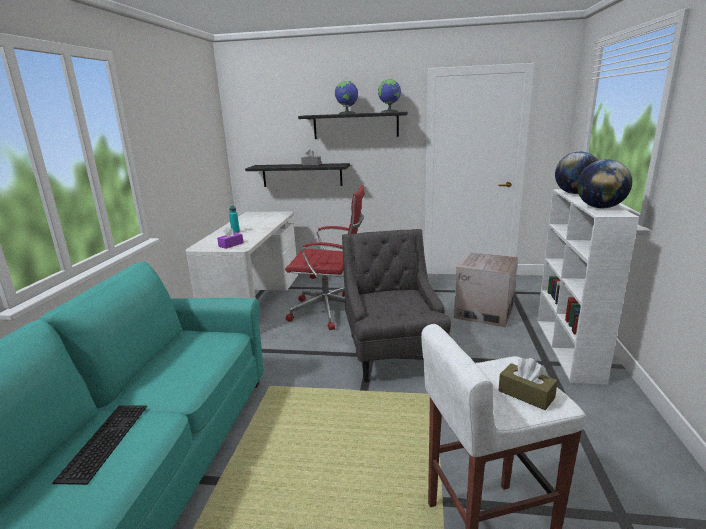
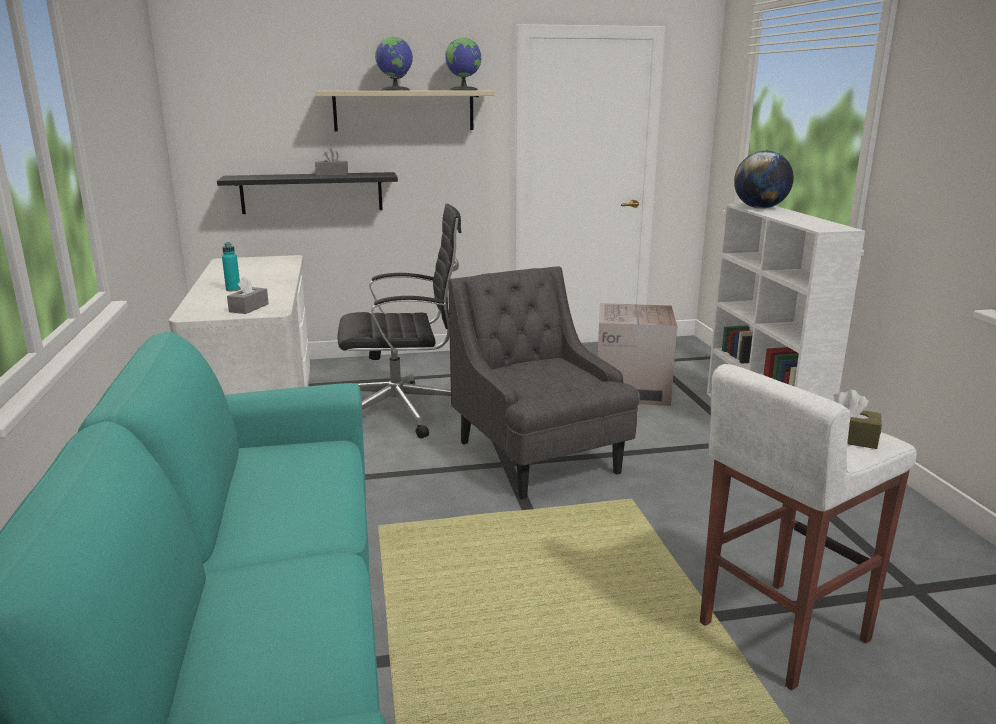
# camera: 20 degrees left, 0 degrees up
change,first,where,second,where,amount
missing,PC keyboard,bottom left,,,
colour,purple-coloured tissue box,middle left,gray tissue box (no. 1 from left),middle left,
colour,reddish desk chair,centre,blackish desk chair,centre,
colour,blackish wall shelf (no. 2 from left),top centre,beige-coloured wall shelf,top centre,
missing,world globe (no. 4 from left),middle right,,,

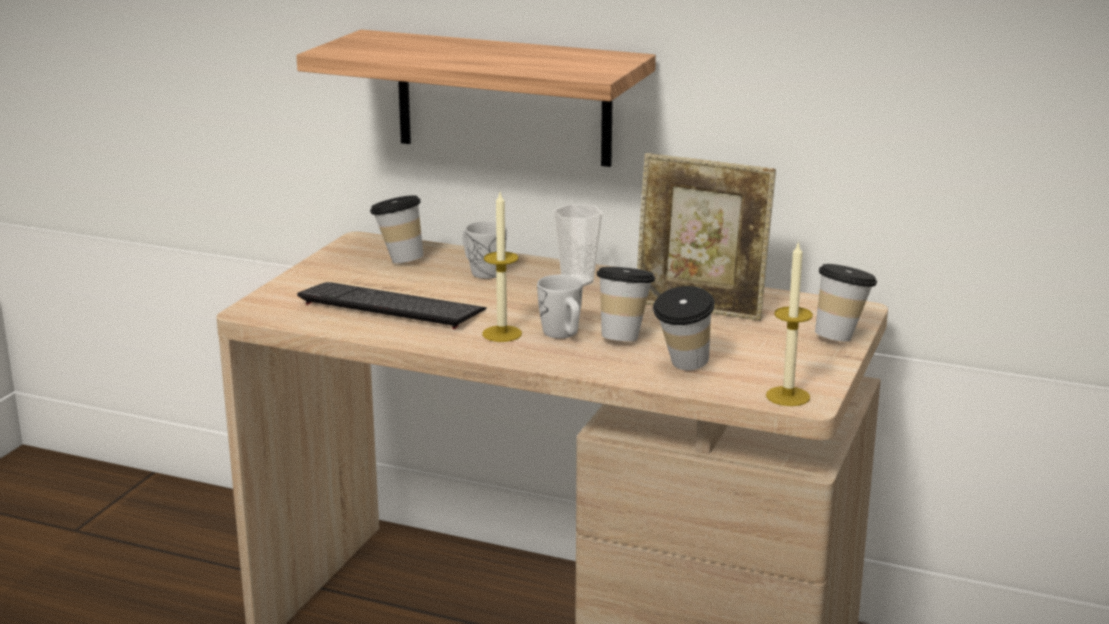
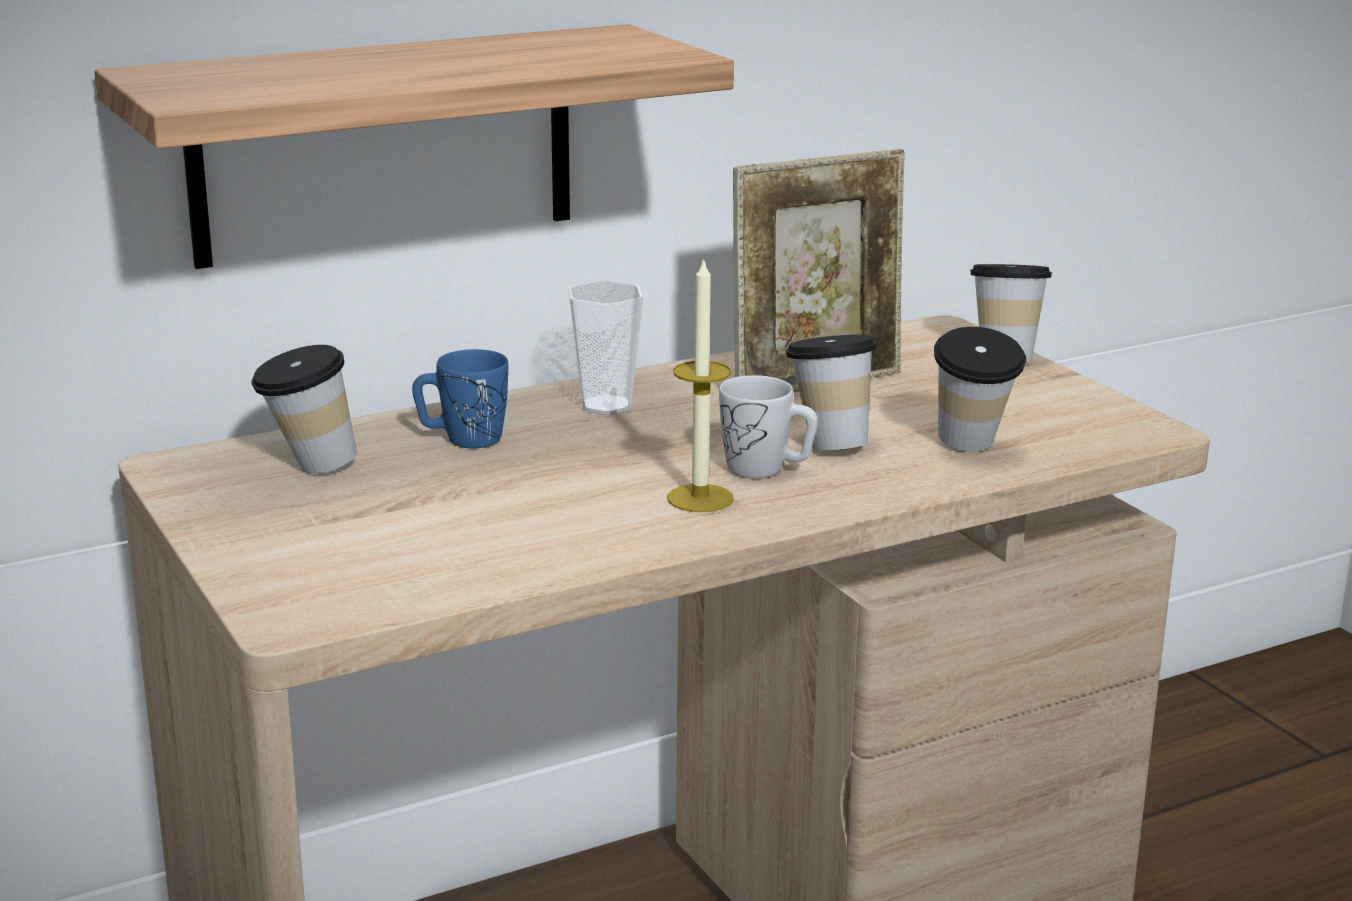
# camera: 50 degrees left, 0 degrees up
change,first,where,second,where,amount
missing,PC keyboard,centre,,,
colour,whitish mug (no. 1 from left),centre,blue-coloured mug,centre,
missing,wax light (no. 2 from left),middle right,,,

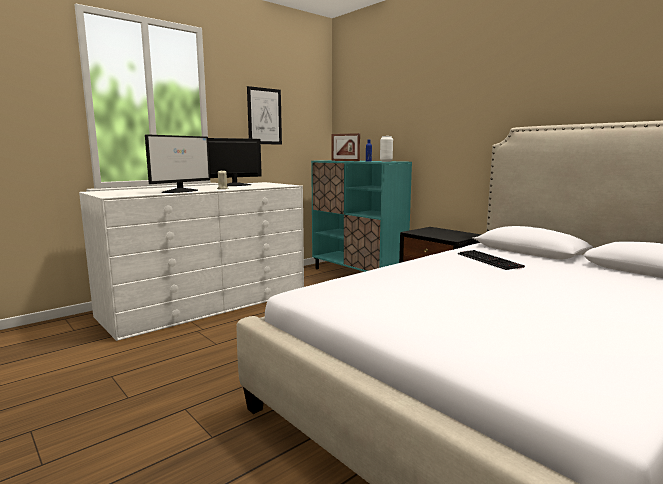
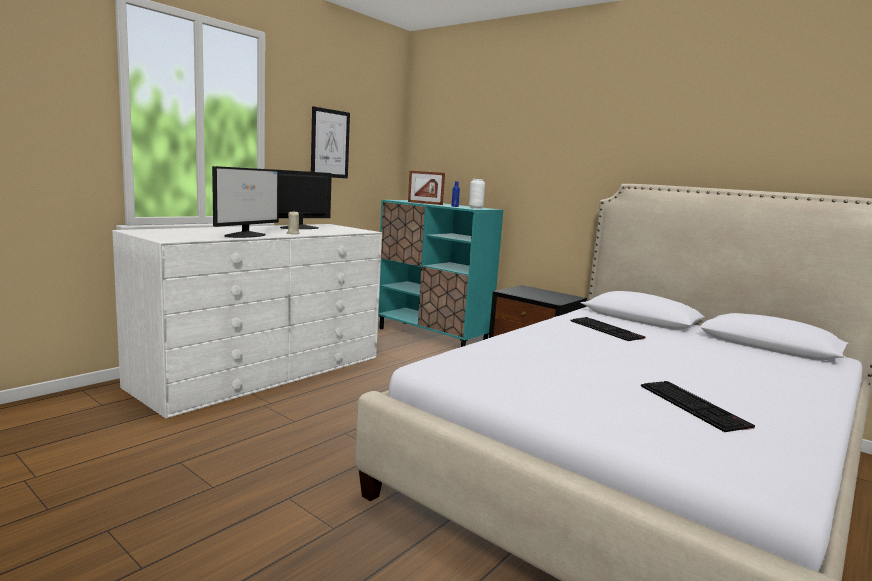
# camera: 10 degrees left, 0 degrees up
change,first,where,second,where,amount
appeared,,,PC keyboard (no. 2 from left),bottom right,

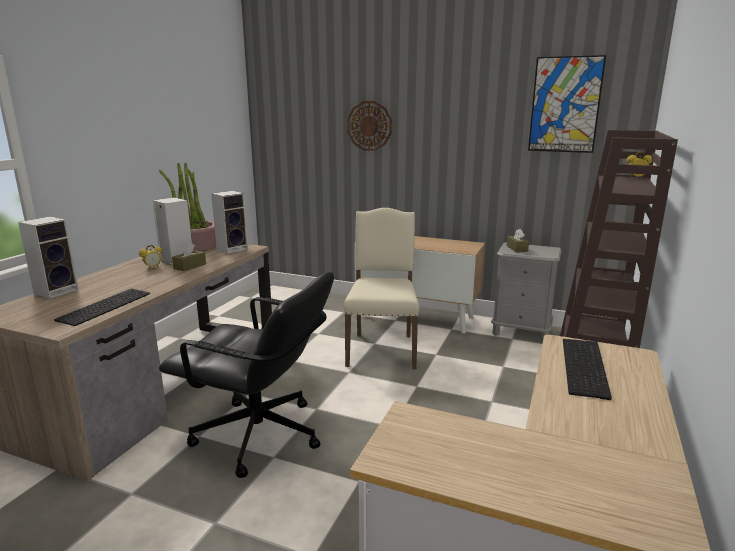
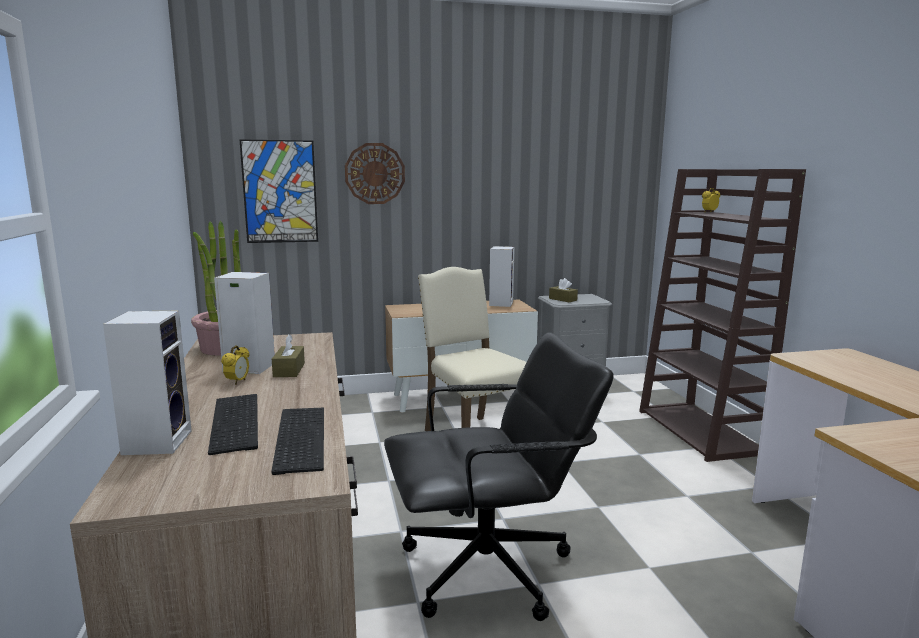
# camera: 35 degrees left, 5 degrees down
change,first,where,second,where,amount
relocated,audio speaker (no. 3 from left),middle left,,centre,
relocated,picture,top right,,top left,
relocated,PC keyboard (no. 2 from left in the first image),bottom right,PC keyboard (no. 1 from left),middle left,

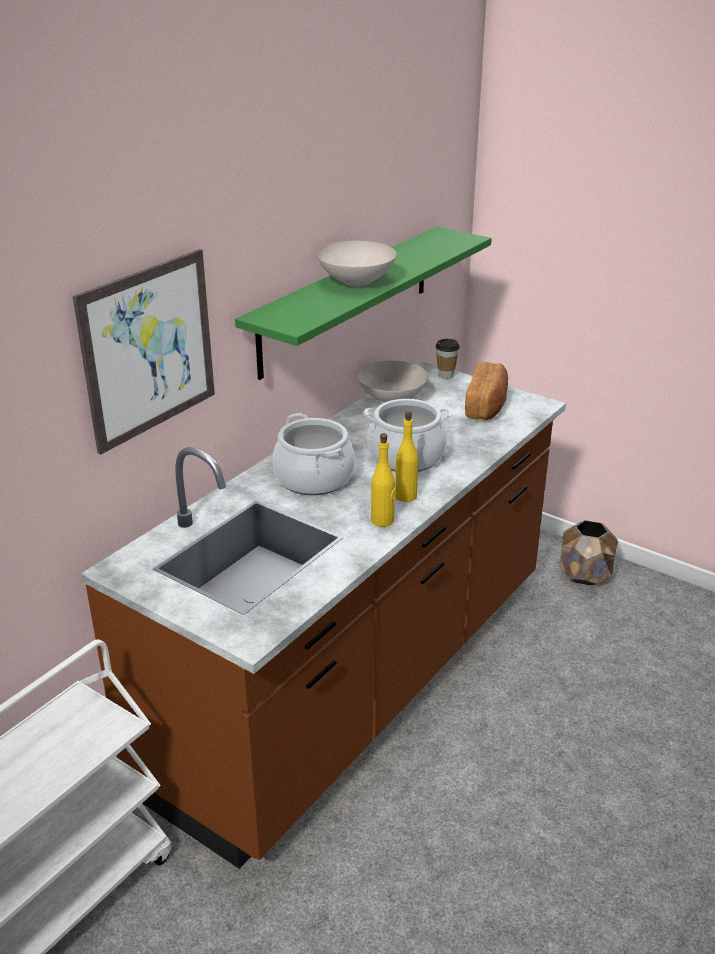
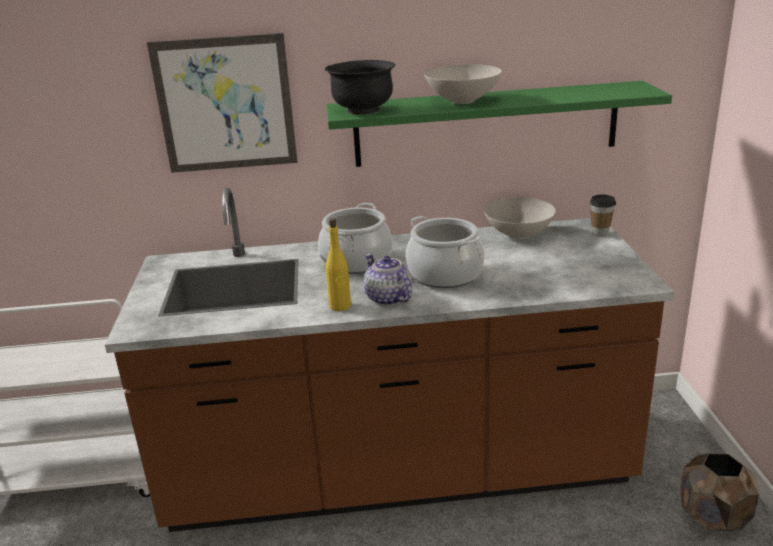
# camera: 50 degrees right, 5 degrees down
change,first,where,second,where,amount
exchanged,yellow beverage bottle (no. 2 from left),centre,pot for tea,centre,
missing,baked bread,middle right,,,
appeared,,,blackish deep dish,top centre,

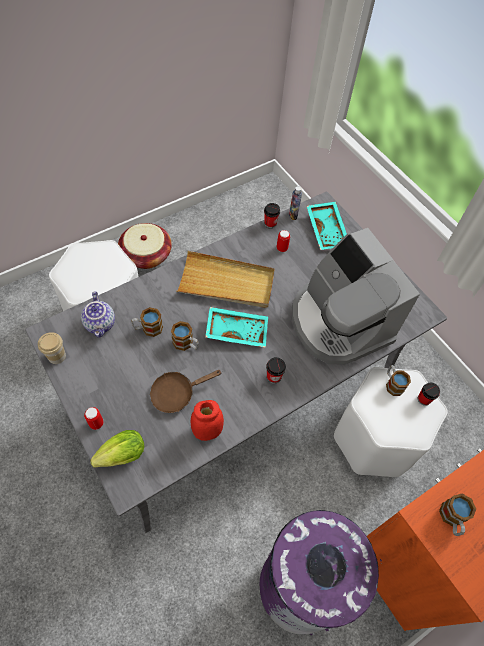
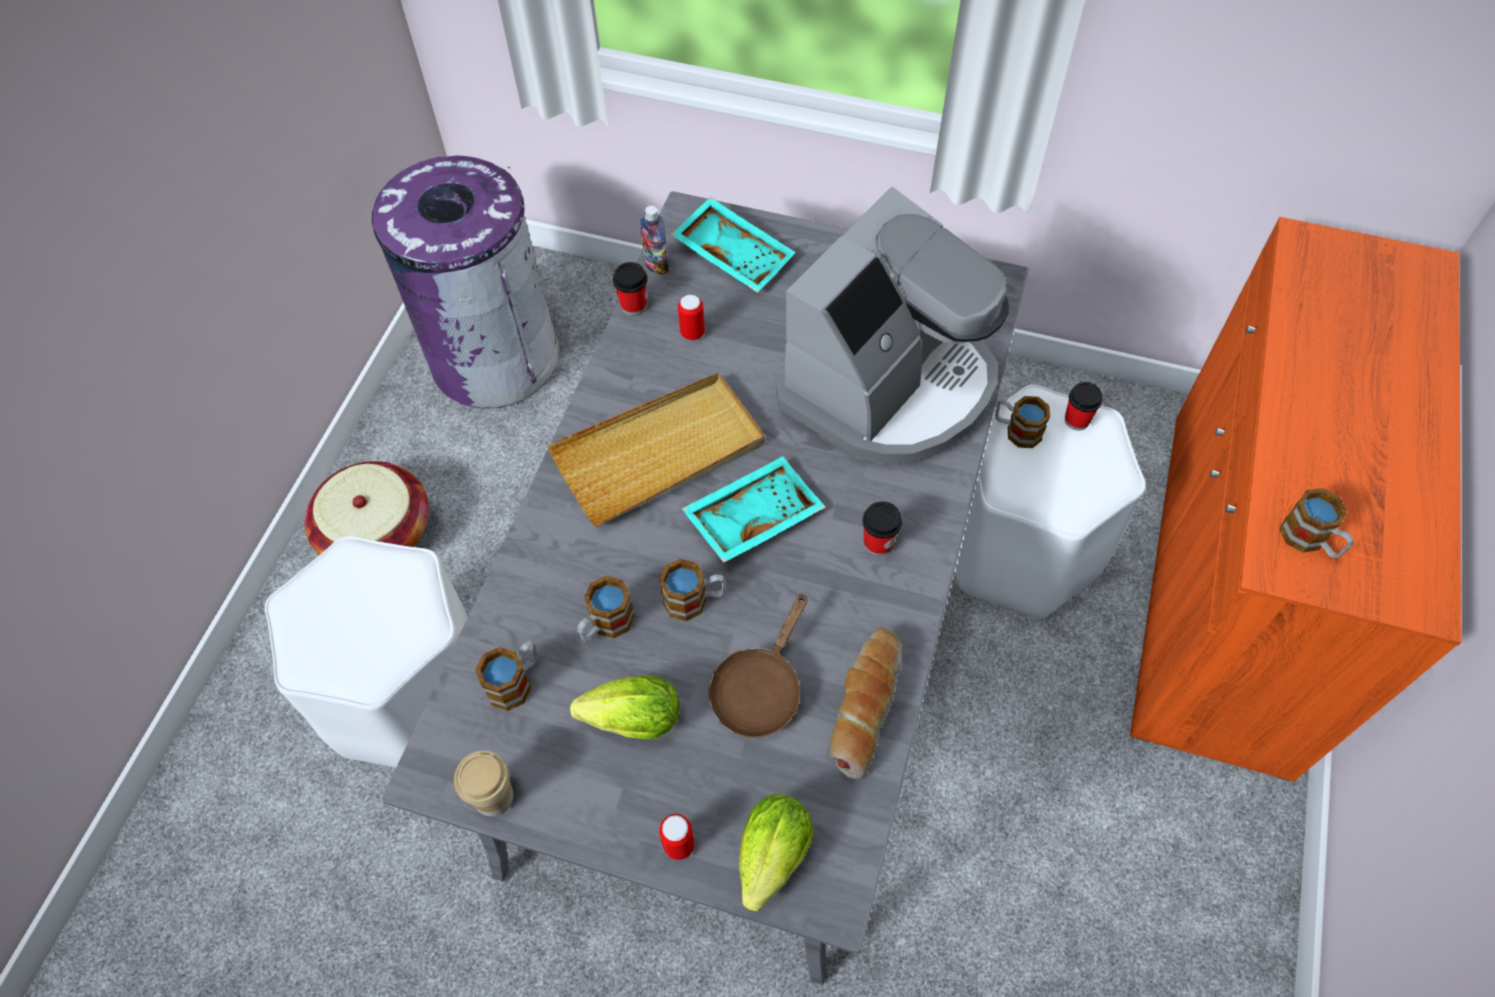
# camera: 35 degrees left, 0 degrees up
change,first,where,second,where,amount
exchanged,pot for tea,middle left,mug (no. 1 from left),bottom centre,
exchanged,reddish jar,centre,baked bread,bottom centre,
relocated,purple-coloured trash can,bottom centre,,top left,
spun,coffee maker,middle right,,top centre,75 degrees counterclockwise
appeared,,,head of lettuce (no. 1 from left),bottom centre,

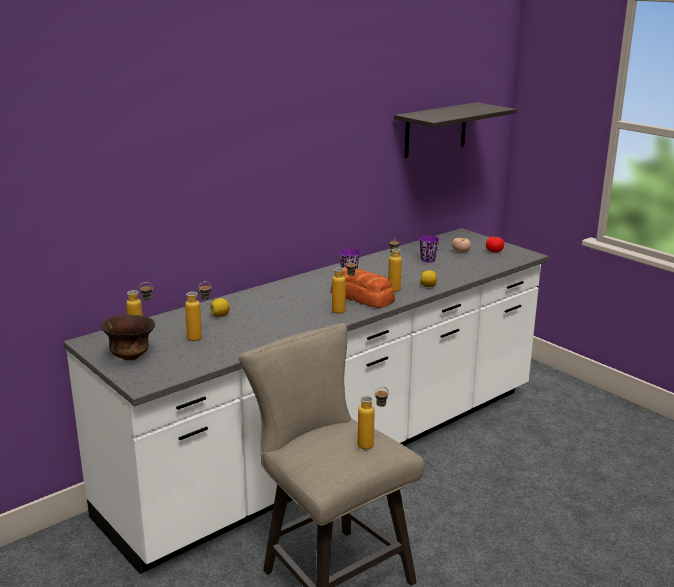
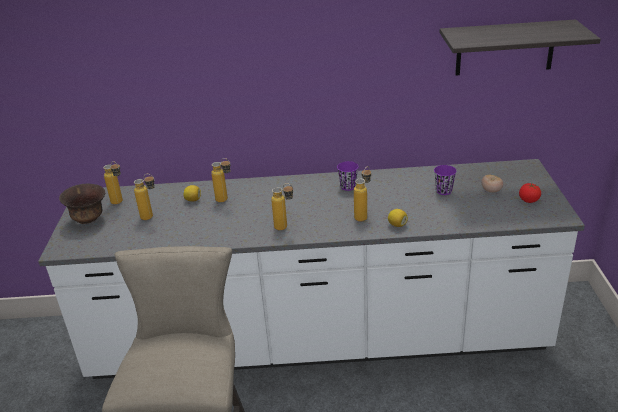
# camera: 40 degrees right, 10 degrees up
change,first,where,second,where,amount
missing,baked bread,centre,,,
relocated,beverage bottle (no. 4 from left in the first image),bottom centre,beverage bottle (no. 3 from left),centre,

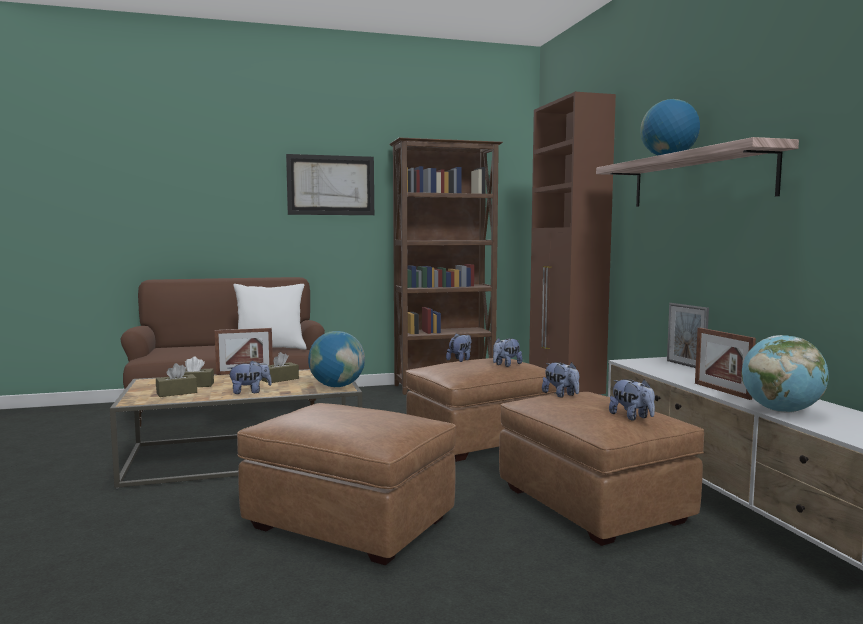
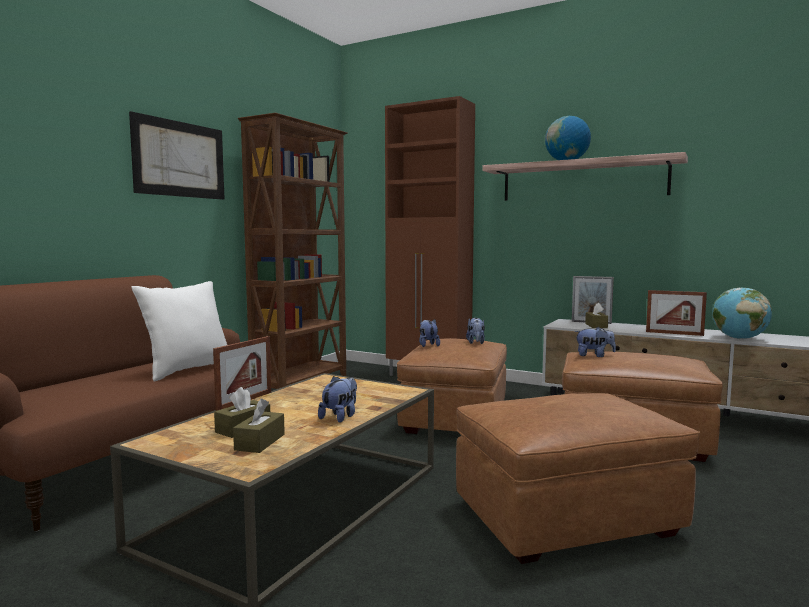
# camera: 45 degrees left, 0 degrees up
change,first,where,second,where,amount
relocated,brown tissue box (no. 3 from left),middle left,,middle right,
missing,world globe (no. 1 from left),centre,,,
missing,soft toy (no. 5 from left),middle right,,,

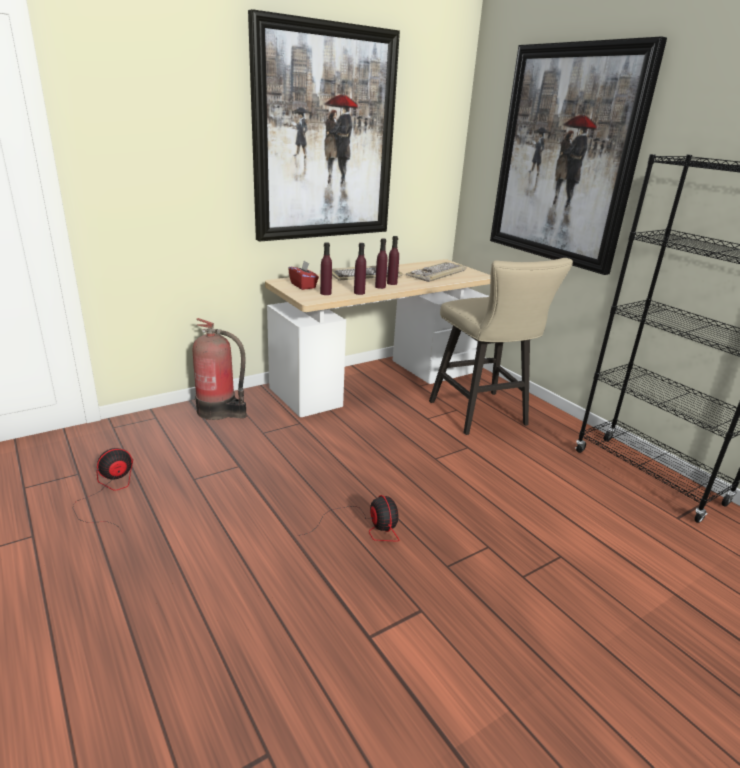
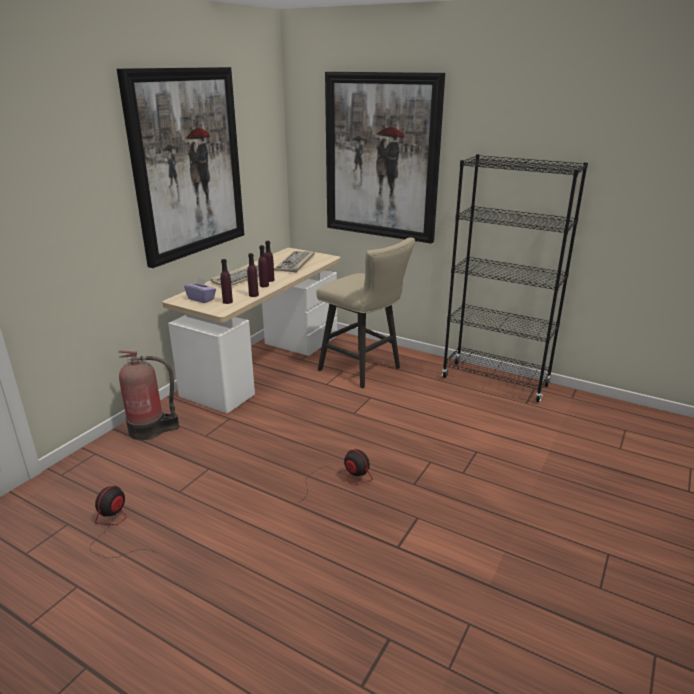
# camera: 25 degrees left, 0 degrees up
change,first,where,second,where,amount
colour,reddish tissue box,centre,purple-coloured tissue box,middle left,

